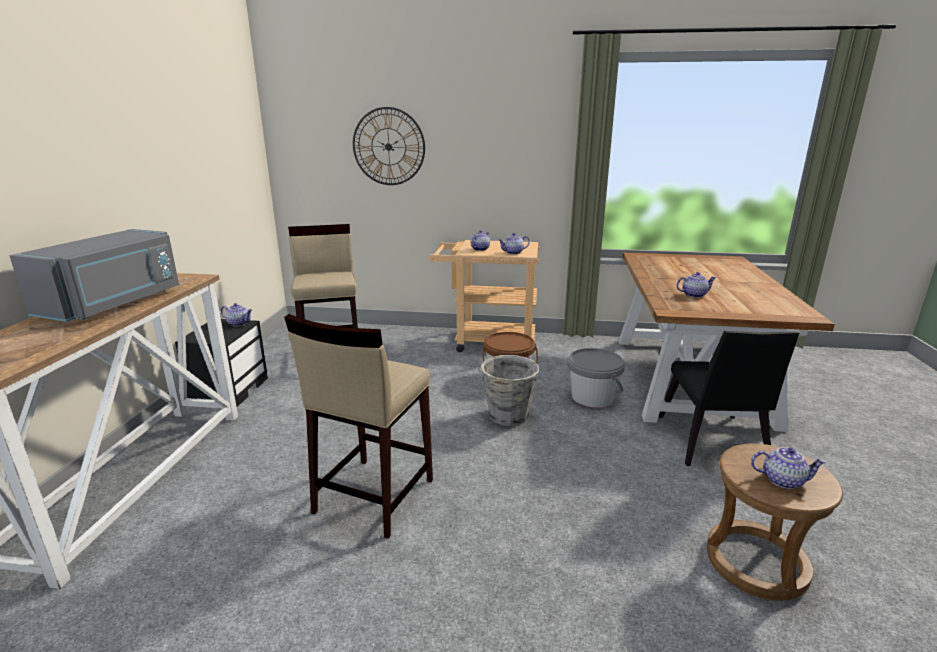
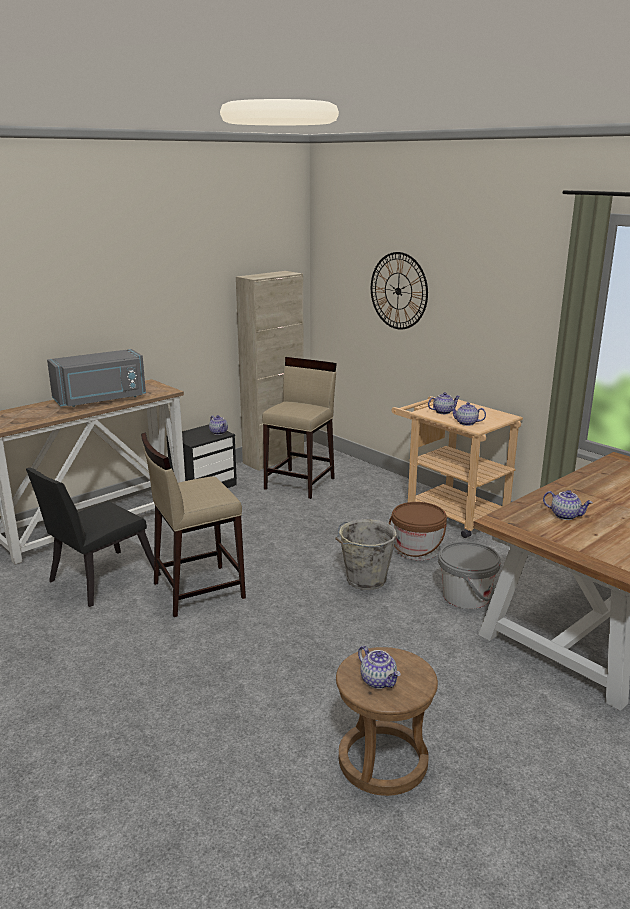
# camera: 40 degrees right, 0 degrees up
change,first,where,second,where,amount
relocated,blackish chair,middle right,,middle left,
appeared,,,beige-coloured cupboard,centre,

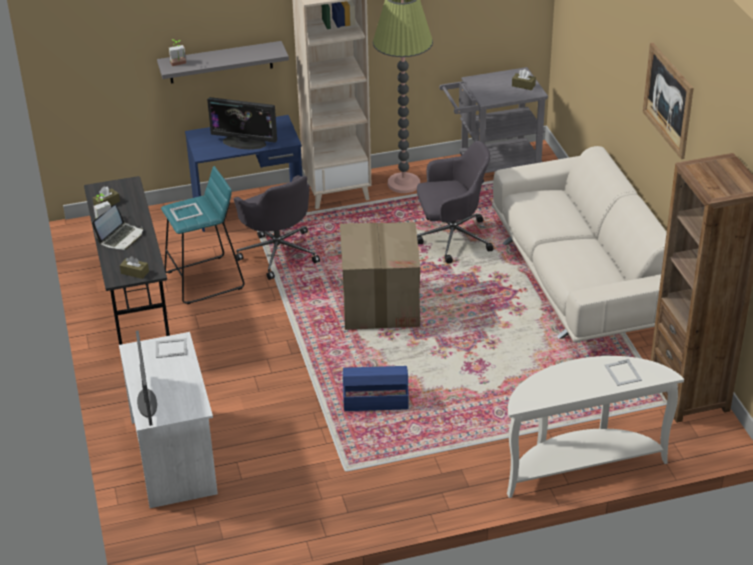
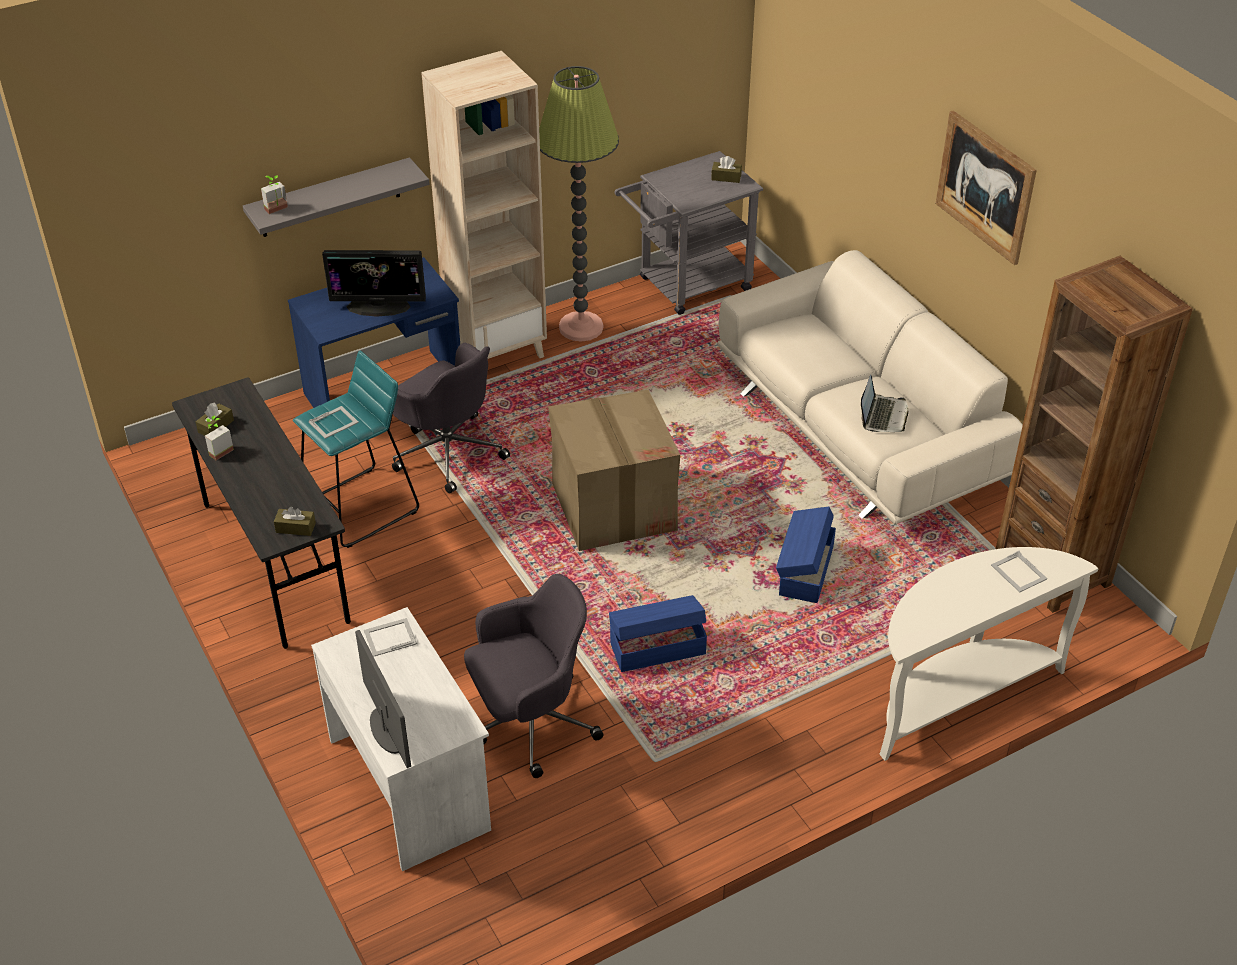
# camera: 15 degrees left, 5 degrees up
change,first,where,second,where,amount
relocated,notebook computer,middle left,,middle right,
relocated,gray desk chair (no. 2 from left),centre,,bottom centre,
appeared,,,blue-coloured storage bin (no. 2 from left),centre,

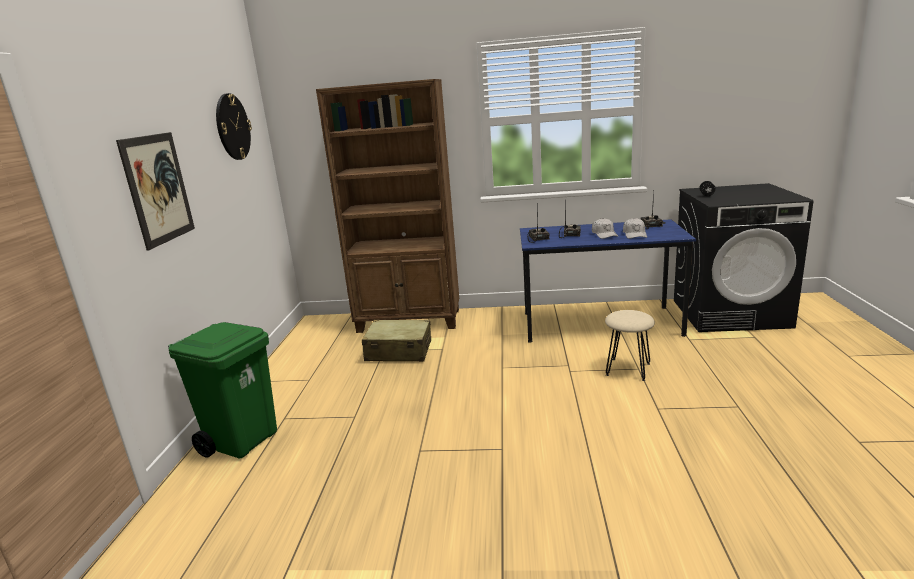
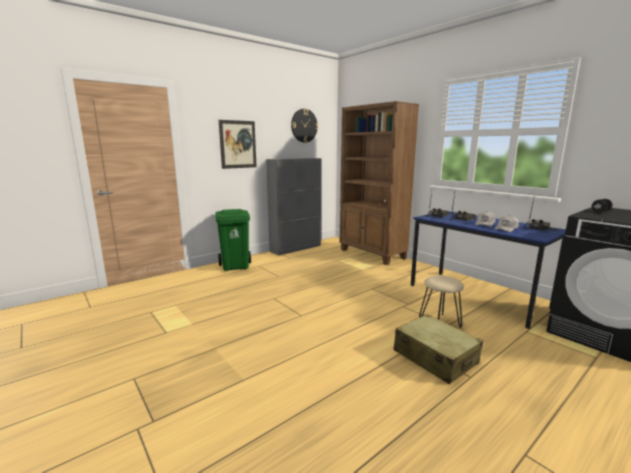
# camera: 45 degrees right, 5 degrees down
change,first,where,second,where,amount
relocated,beige-coloured suitcase,centre,,bottom right,
appeared,,,gray cupboard,centre,

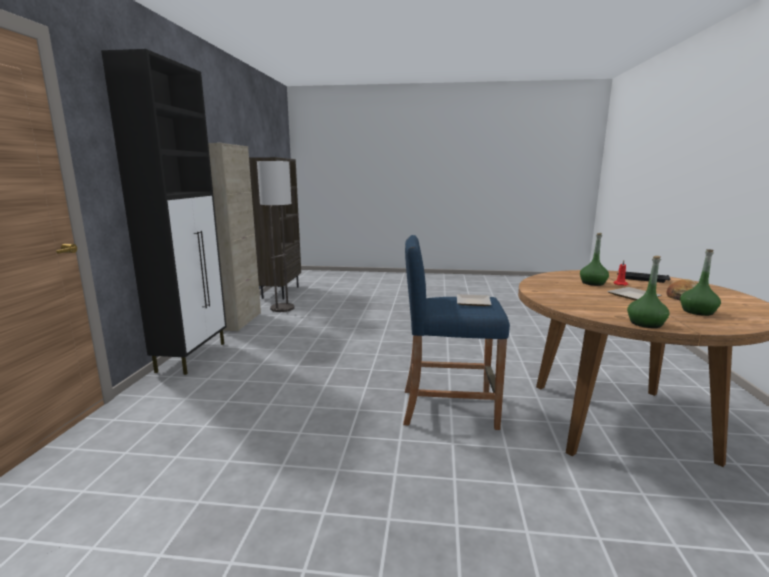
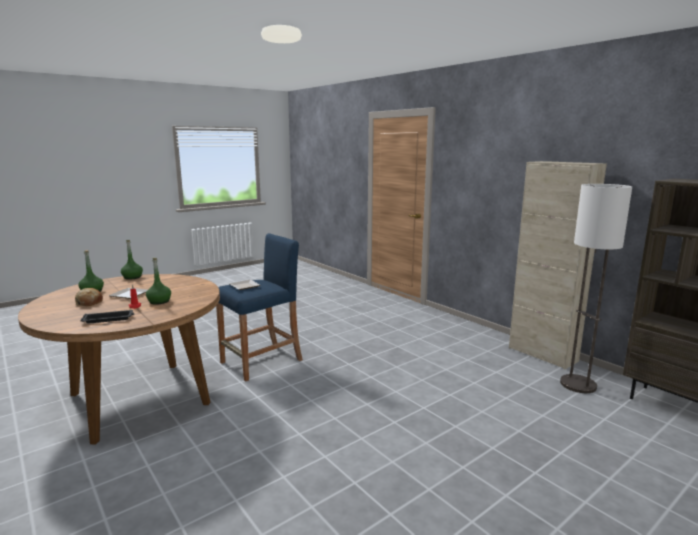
# camera: 135 degrees right, 0 degrees up
change,first,where,second,where,amount
missing,blackish cupboard,middle left,,,

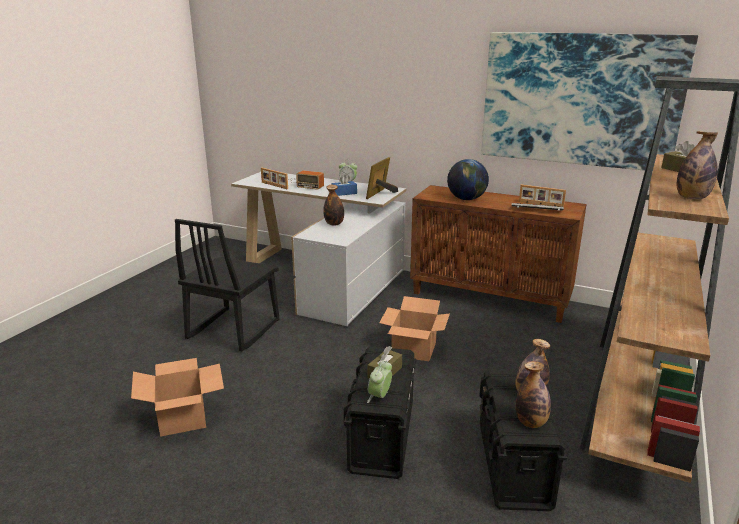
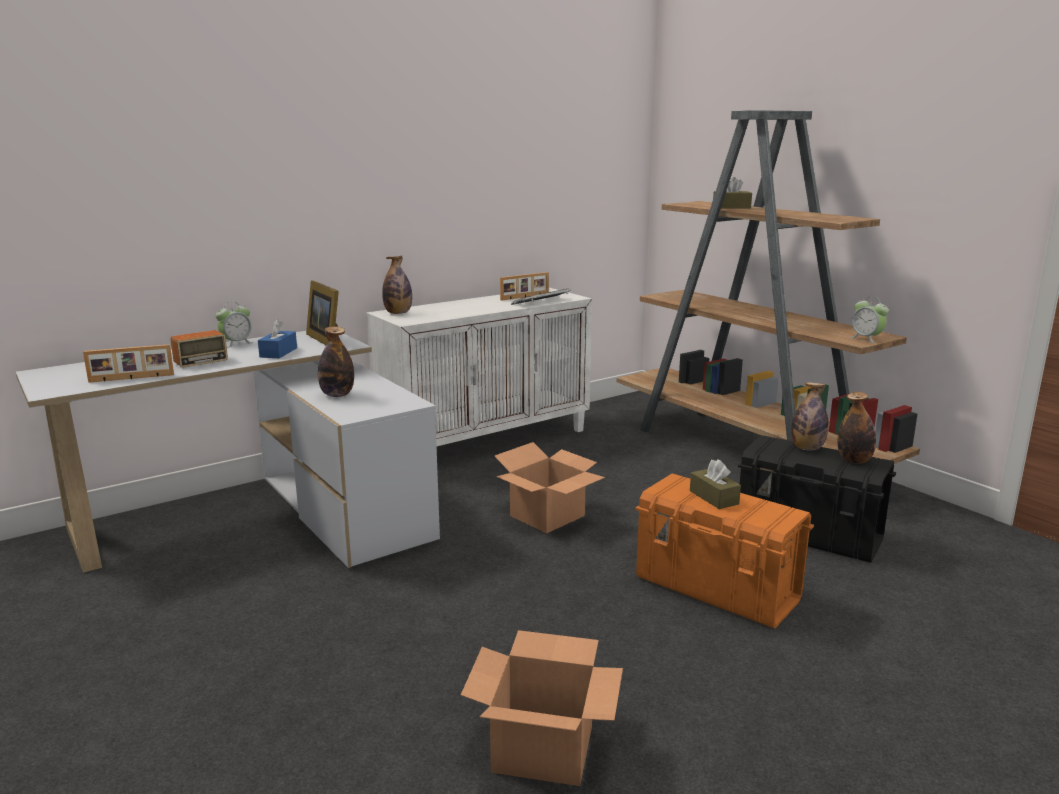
# camera: 60 degrees left, 5 degrees down
change,first,where,second,where,amount
missing,blackish chair,middle left,,,
colour,blackish storage bin (no. 1 from left),bottom centre,orange storage bin,bottom right,
relocated,alarm clock (no. 2 from left),bottom centre,,middle right,
colour,brown cupboard,middle right,whitish cupboard,centre,
missing,world globe,centre,,,
missing,picture,top right,,,
relocated,beverage bottle (no. 4 from left in the first image),top right,beverage bottle (no. 2 from left),centre,

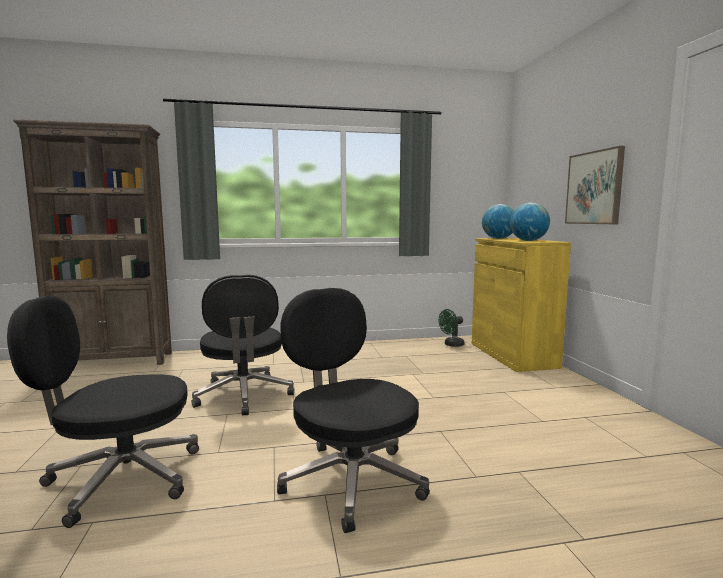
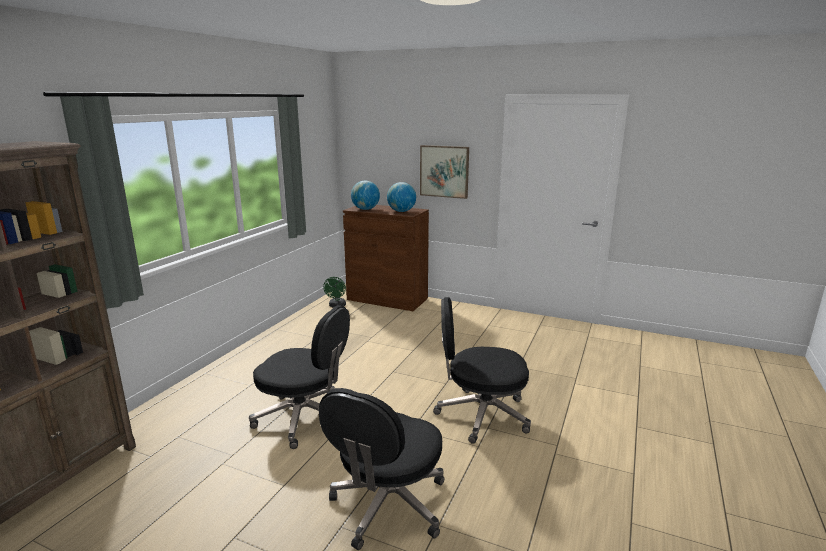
# camera: 55 degrees left, 10 degrees up
change,first,where,second,where,amount
colour,yellow cupboard,middle right,brown cupboard,centre,

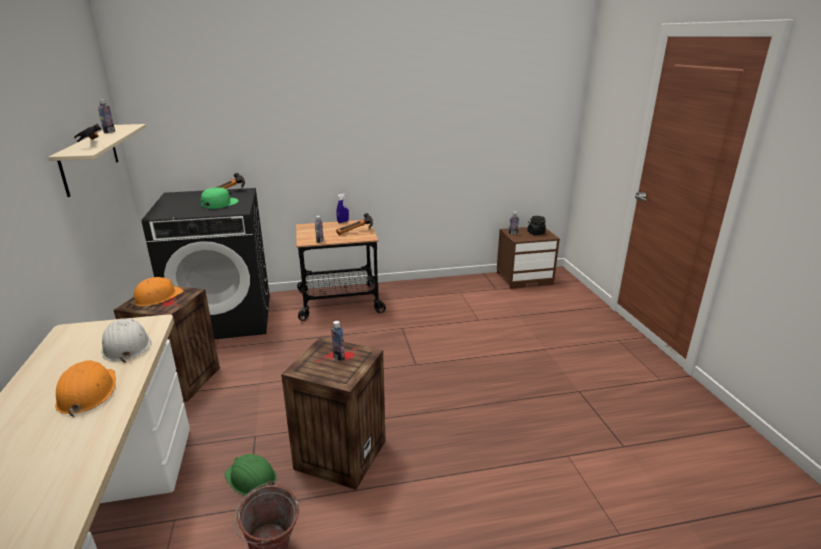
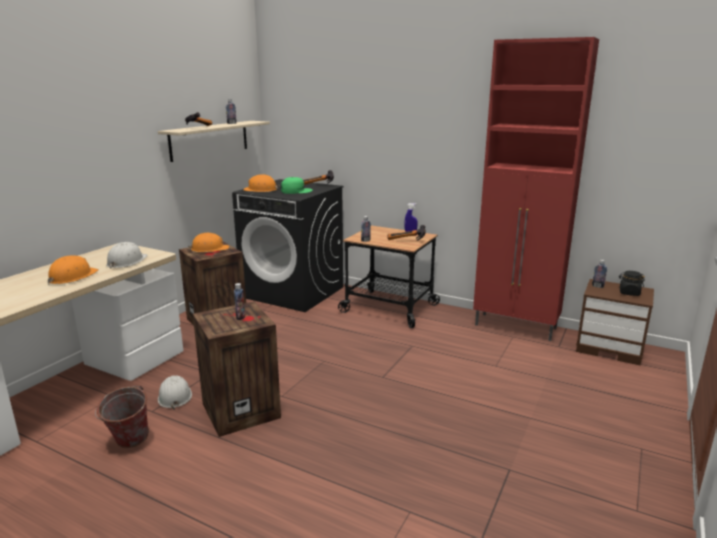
# camera: 40 degrees right, 5 degrees down
change,first,where,second,where,amount
colour,green-coloured hard hat,bottom left,whitish hard hat (no. 2 from left),bottom left,
appeared,,,orange hard hat (no. 3 from left),centre,
appeared,,,reddish cupboard,middle right,

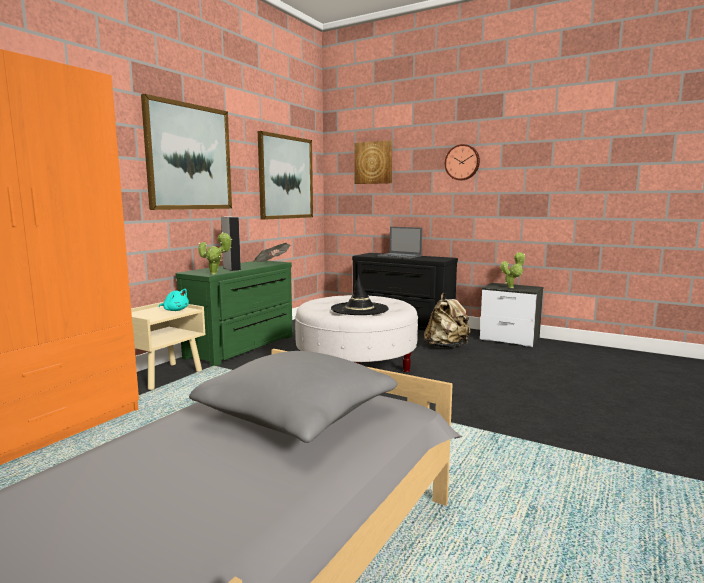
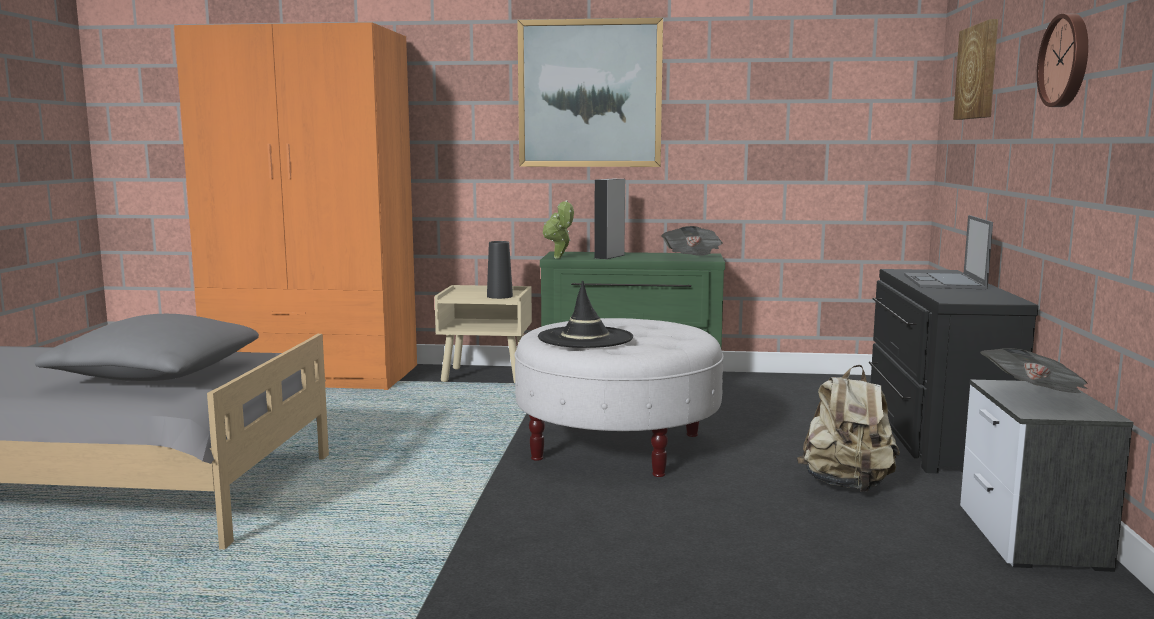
# camera: 65 degrees right, 0 degrees up
change,first,where,second,where,amount
exchanged,turquoise-coloured soft toy,middle left,blackish decorative vase,centre,
missing,picture (no. 2 from left),top centre,,,
exchanged,plant in a pot (no. 2 from left),middle right,newspaper (no. 2 from left),middle right,

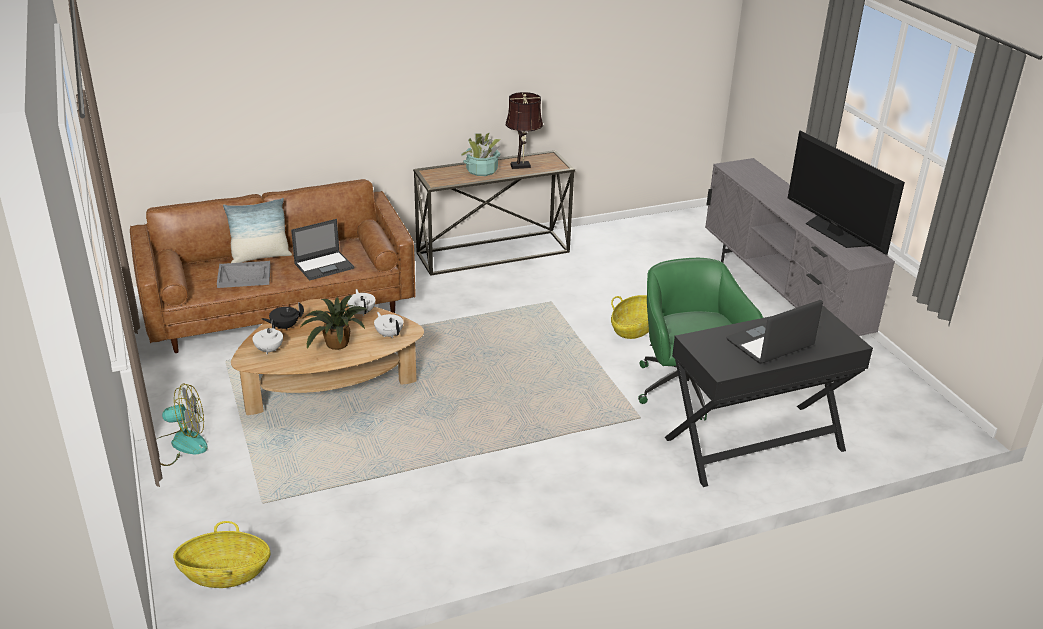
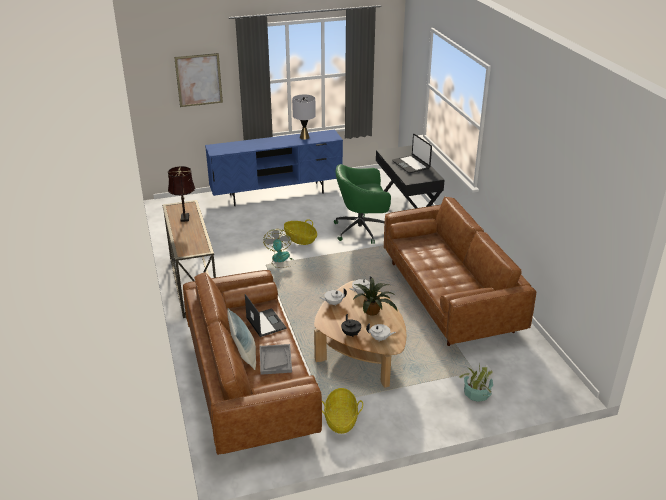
# camera: 85 degrees left, 0 degrees up
change,first,where,second,where,amount
relocated,fan,bottom left,,centre,
relocated,household basket (no. 1 from left in the first image),bottom left,household basket (no. 2 from left),bottom centre,
relocated,plant in a pot (no. 2 from left),top centre,,bottom right,
colour,gray media console,middle right,blue-coloured media console,centre,
exchanged,TV,top right,gray lamp for a table,top centre,
appeared,,,picture,top left,
appeared,,,brown couch (no. 2 from left),middle right,

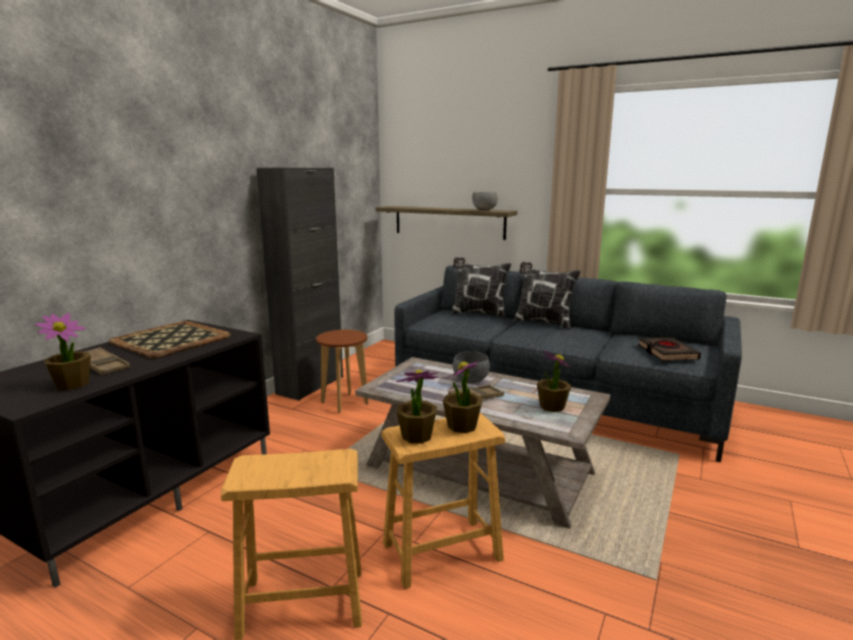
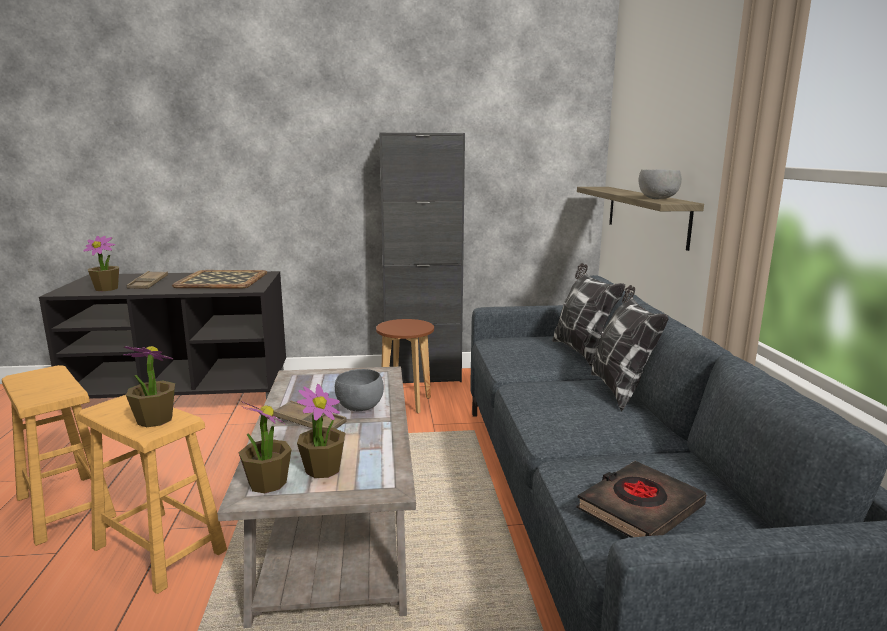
# camera: 55 degrees right, 0 degrees up
change,first,where,second,where,amount
relocated,plant in a pot (no. 2 from left in the first image),centre,plant in a pot (no. 3 from left),bottom left,

